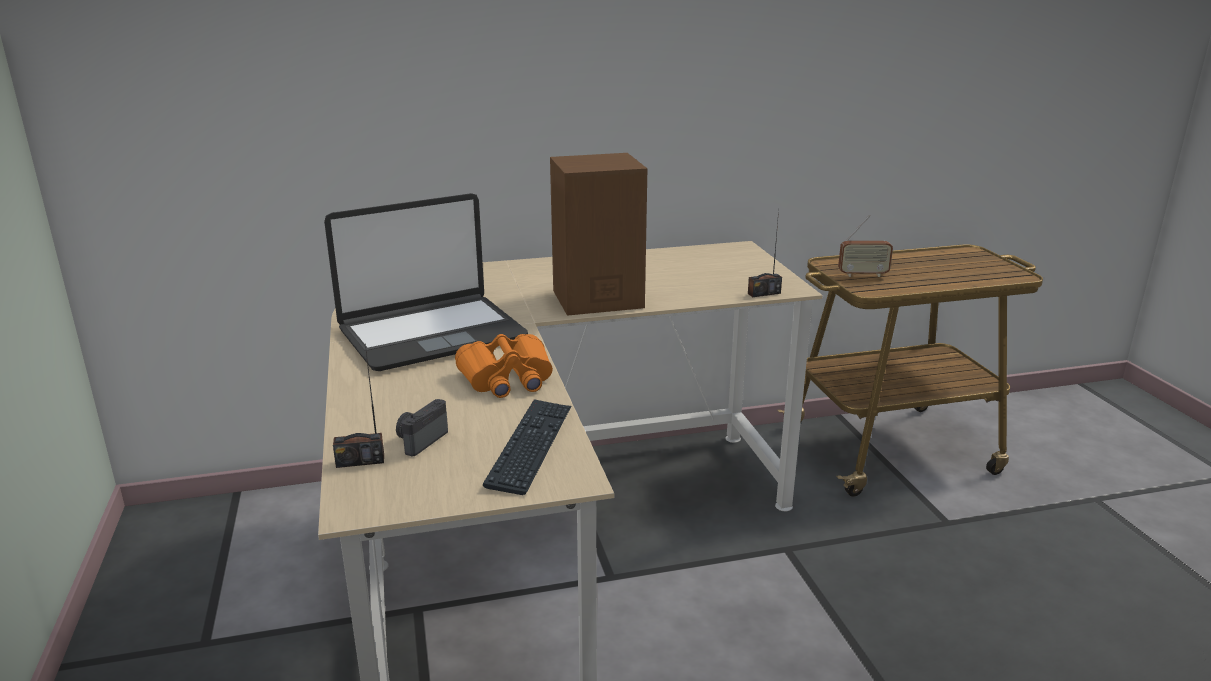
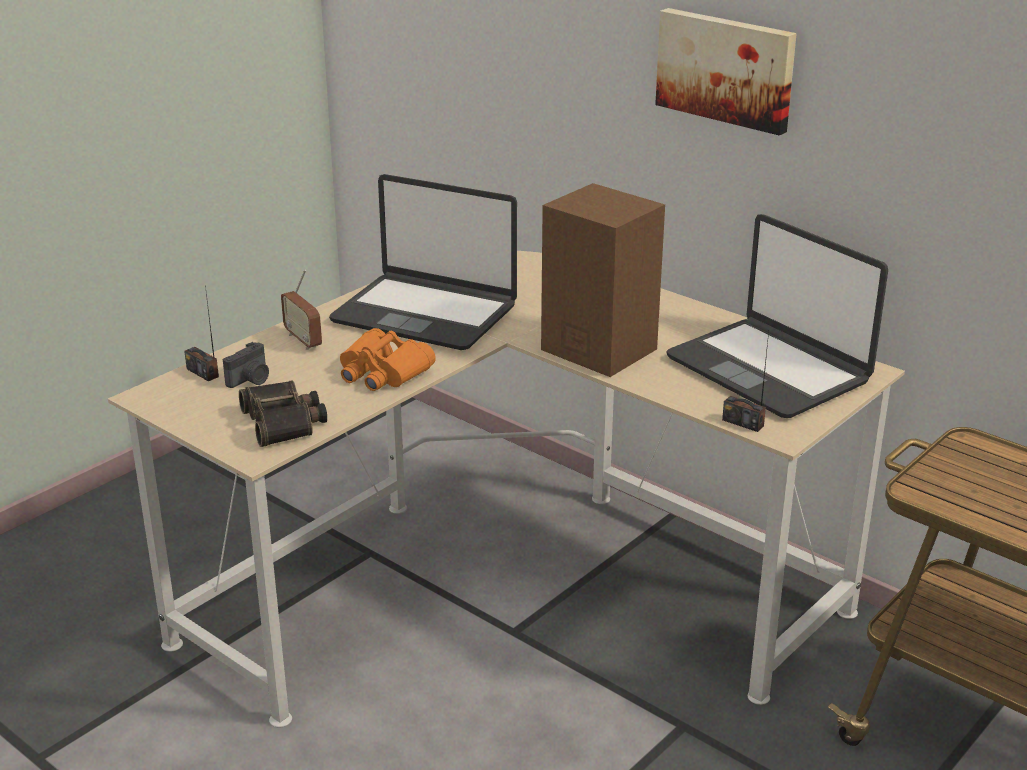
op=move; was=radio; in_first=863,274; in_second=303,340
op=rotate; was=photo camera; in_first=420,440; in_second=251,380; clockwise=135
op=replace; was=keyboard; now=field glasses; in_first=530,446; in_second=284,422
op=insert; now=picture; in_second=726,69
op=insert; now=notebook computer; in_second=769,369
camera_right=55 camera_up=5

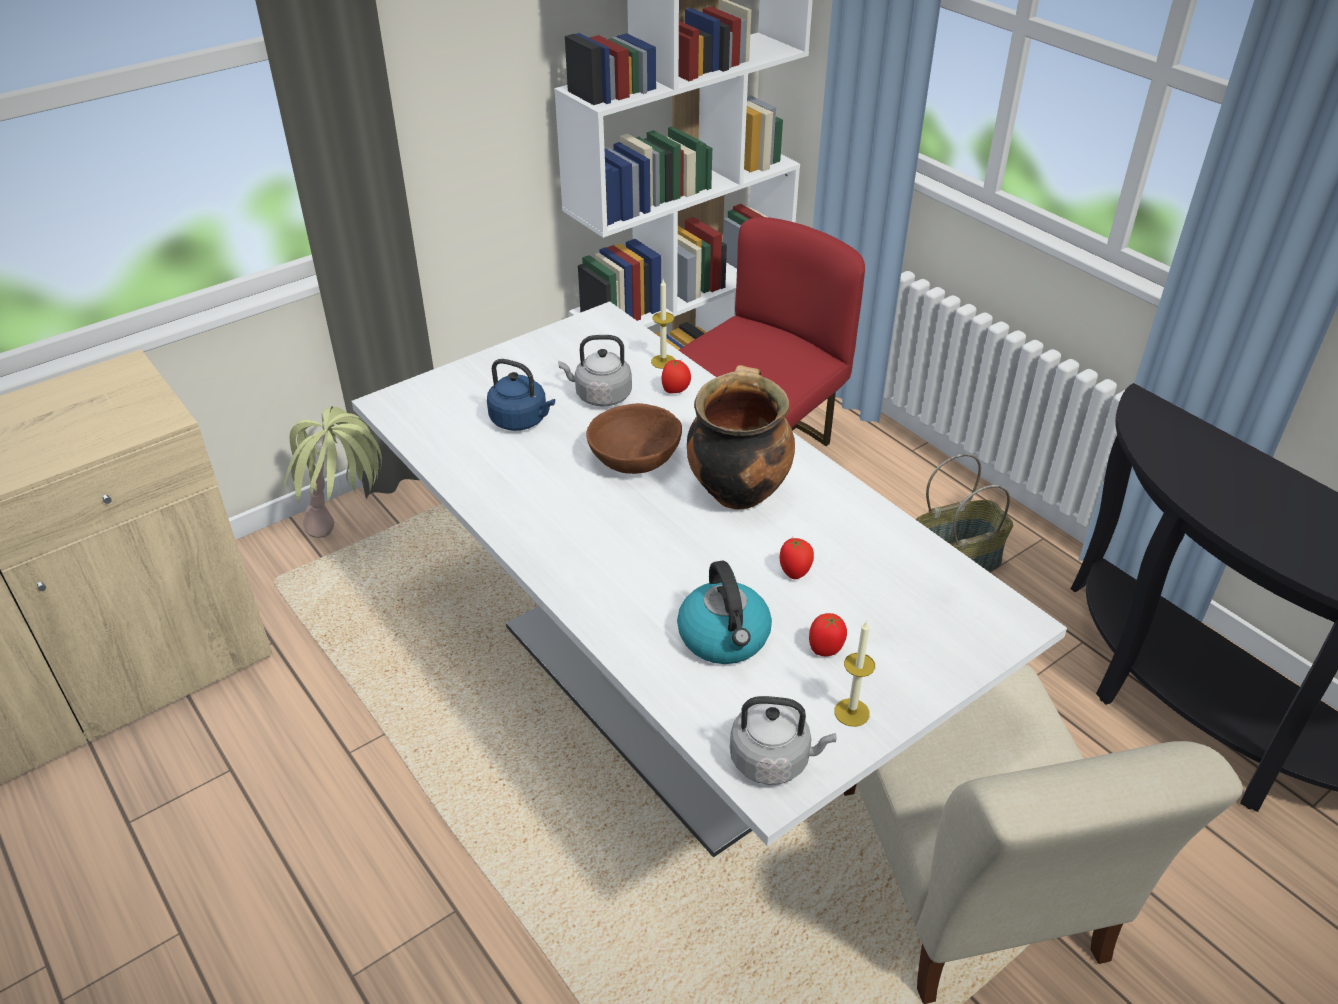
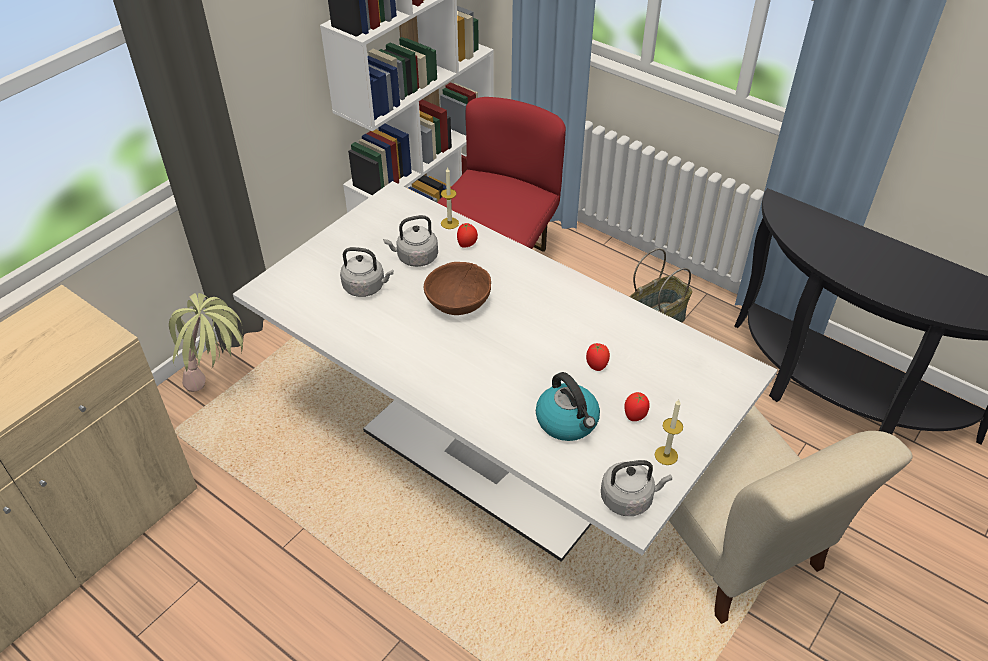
op=recolor; was=bluish tea kettle; now=grey tea kettle; in_first=521,420; in_second=366,287
op=delete; was=stockpot; in_first=737,490
camera_right=-15 camera_up=5

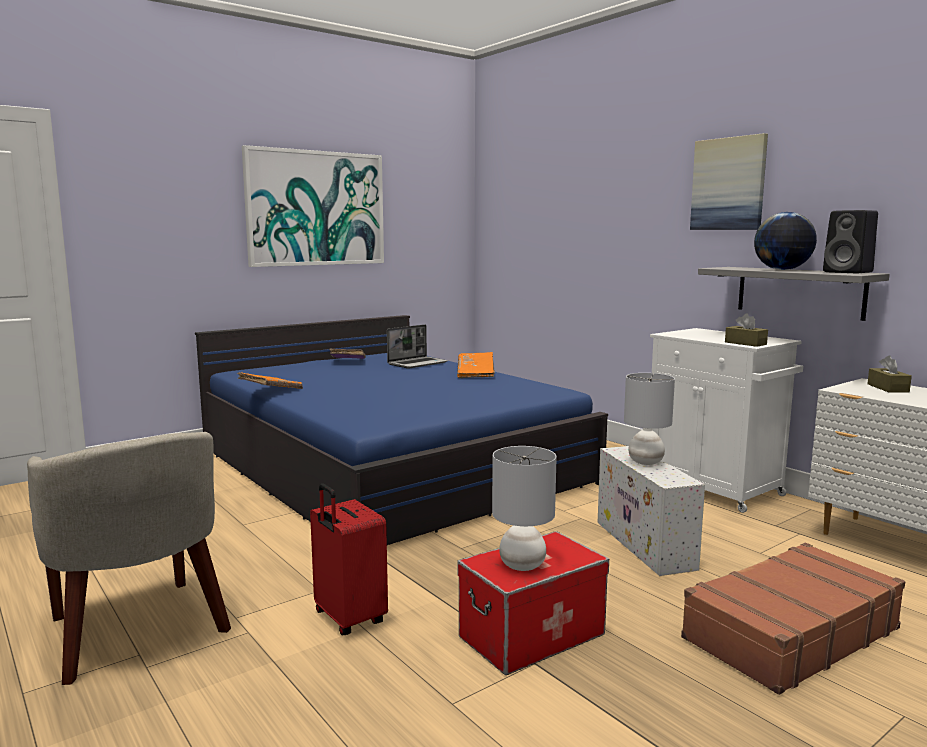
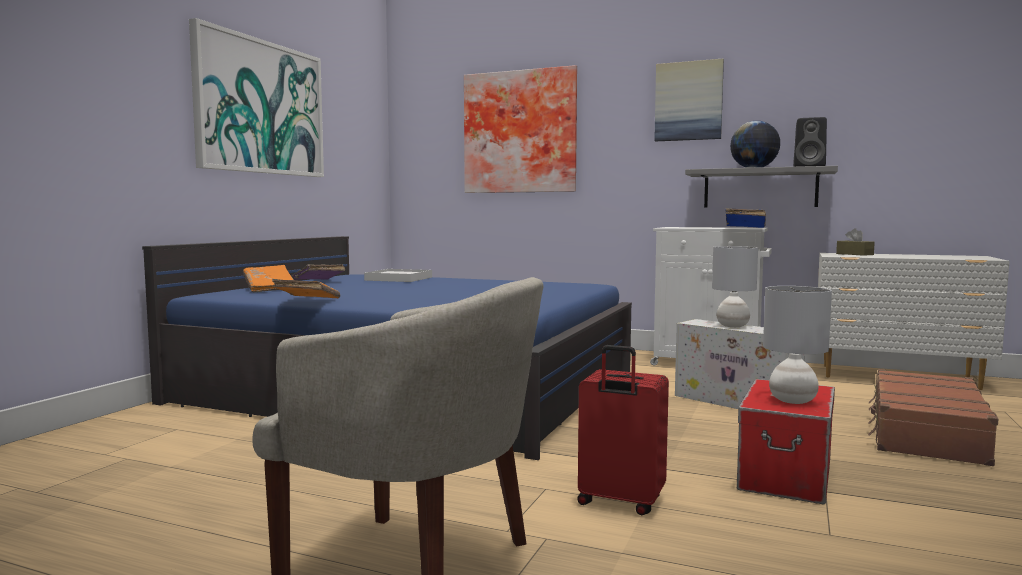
op=replace; was=brownish tissue box; now=bluish bound book; in_first=745,343; in_second=744,228
op=replace; was=notebook computer; now=white-coloured tray; in_first=417,363; in_second=399,279
op=move; was=orange bound book; in_first=475,374; in_second=269,289
op=insert; now=picture; in_second=521,132
camera_right=-30 camera_up=-5

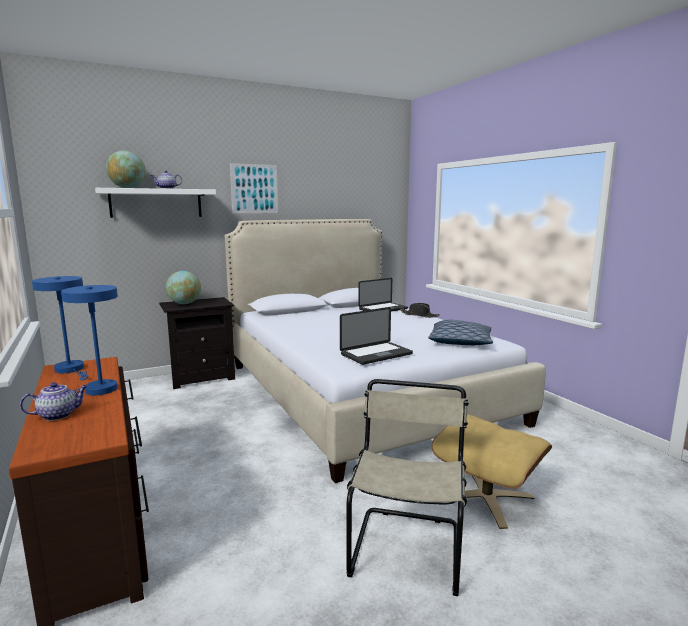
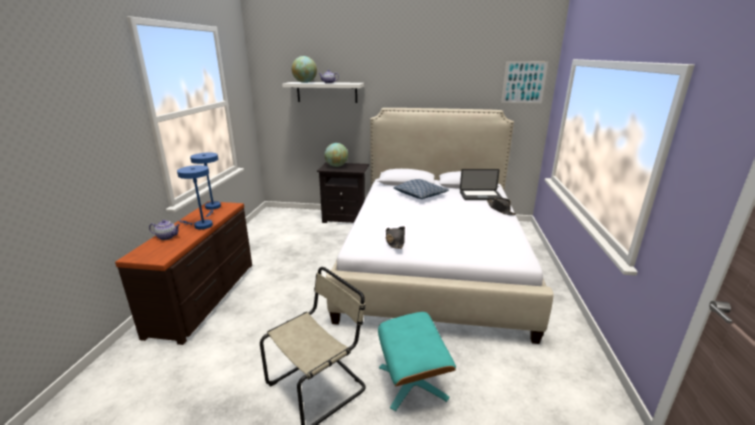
op=move; was=picture; in_first=254,189; in_second=524,82
op=replace; was=notebook computer; now=black wearable hat; in_first=376,354; in_second=395,241
op=move; was=pillow; in_first=460,342; in_second=420,195
op=recolor; was=sand-coloured ottoman; now=blue-green ottoman; in_first=487,497; in_second=413,382
camera_right=35 camera_up=10

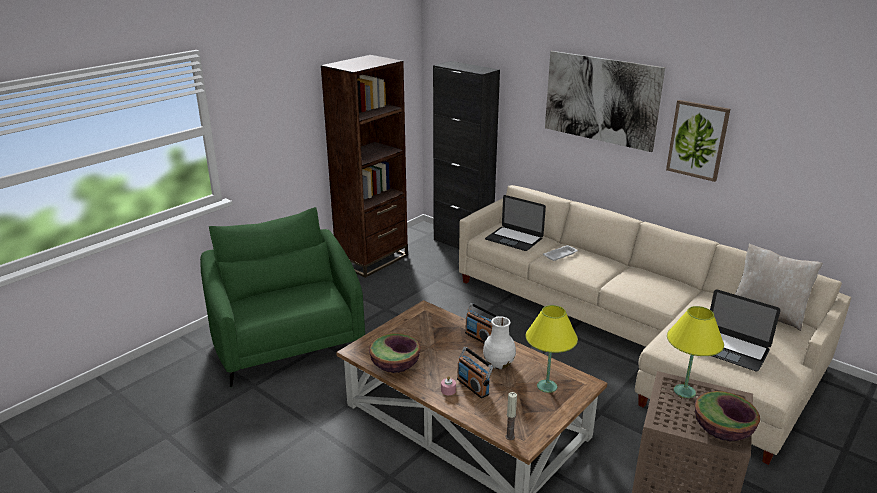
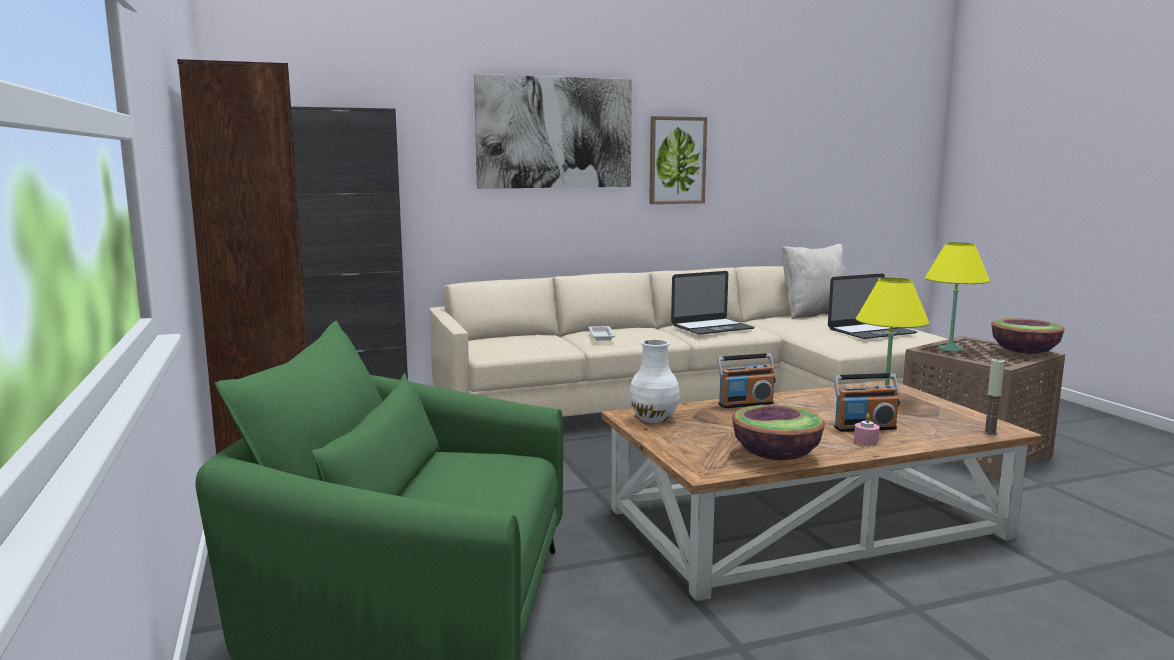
op=move; was=notebook computer; in_first=514,239; in_second=712,327
op=move; was=white-coloured vase; in_first=498,364; in_second=654,419
camera_right=-60 camera_up=-15

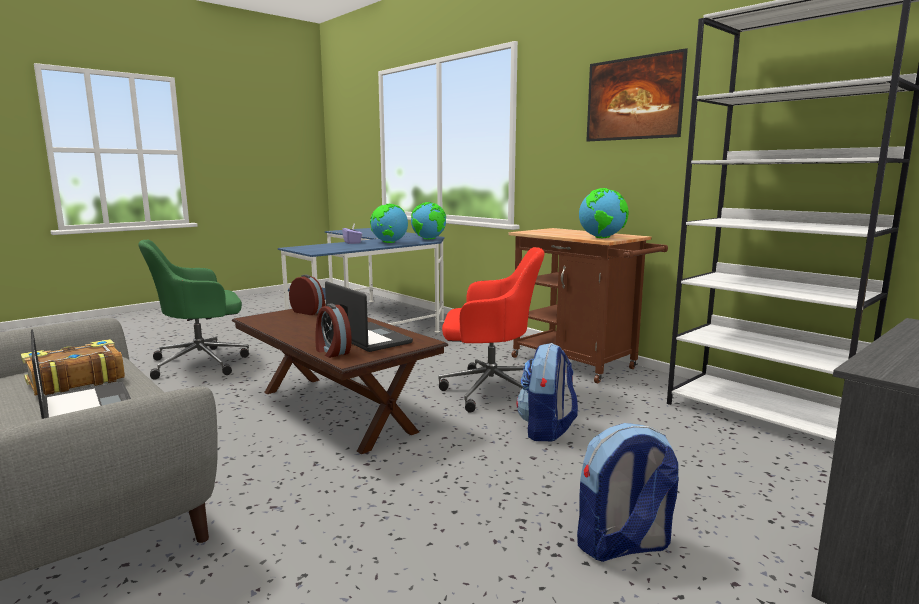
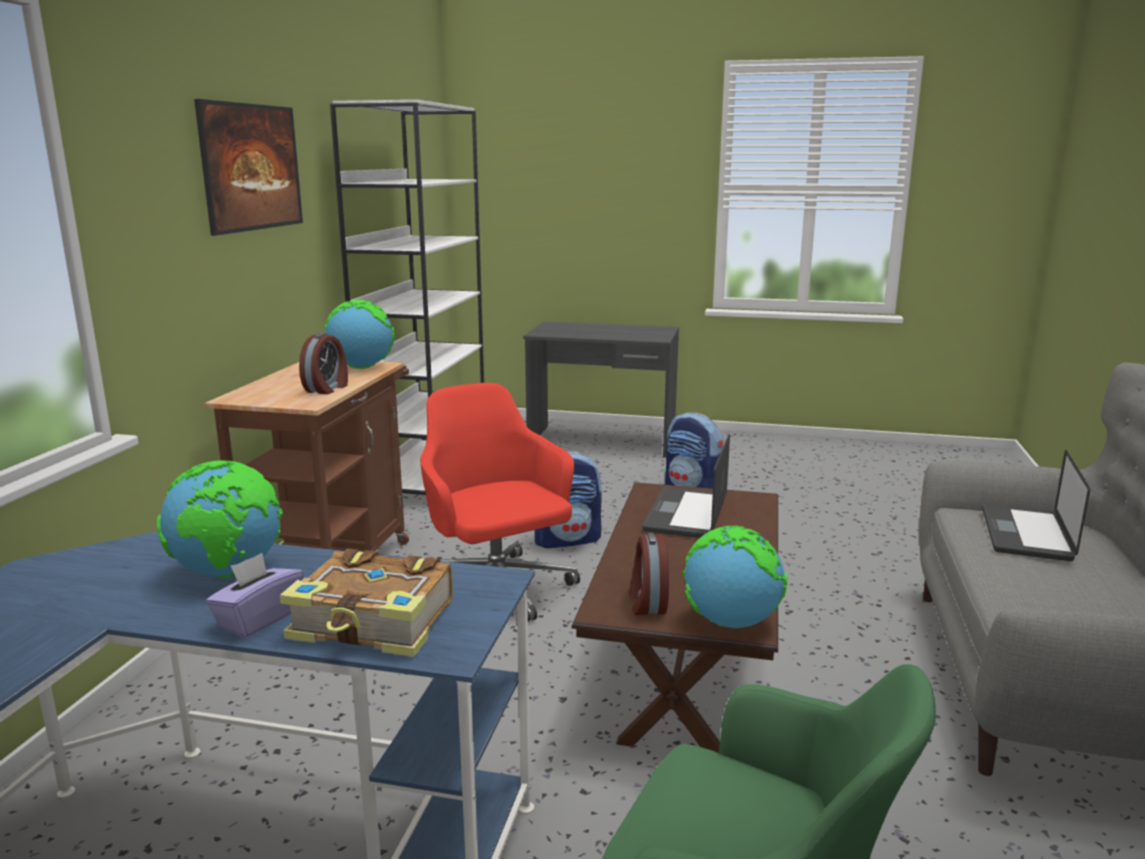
op=move; was=world globe; in_first=429,239; in_second=730,622
op=move; was=bedside clock; in_first=332,352; in_second=327,388
op=move; was=bound book; in_first=75,380; in_second=374,623
camera_right=-125 camera_up=5

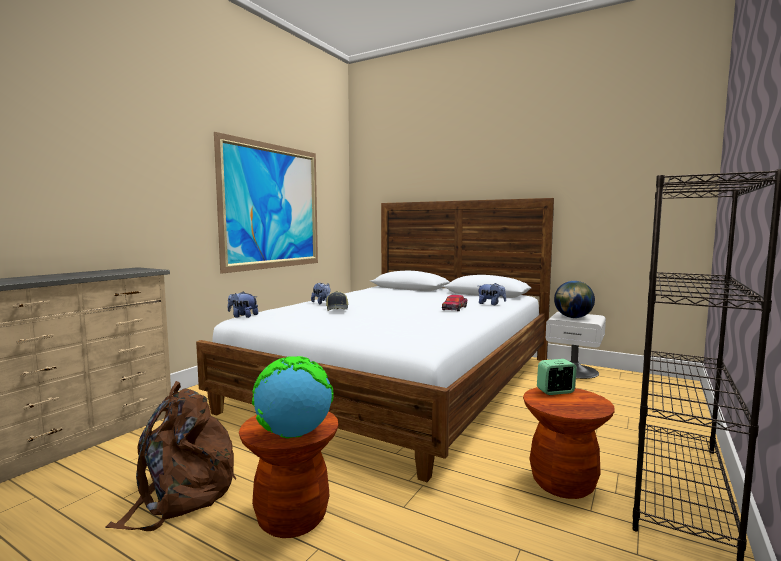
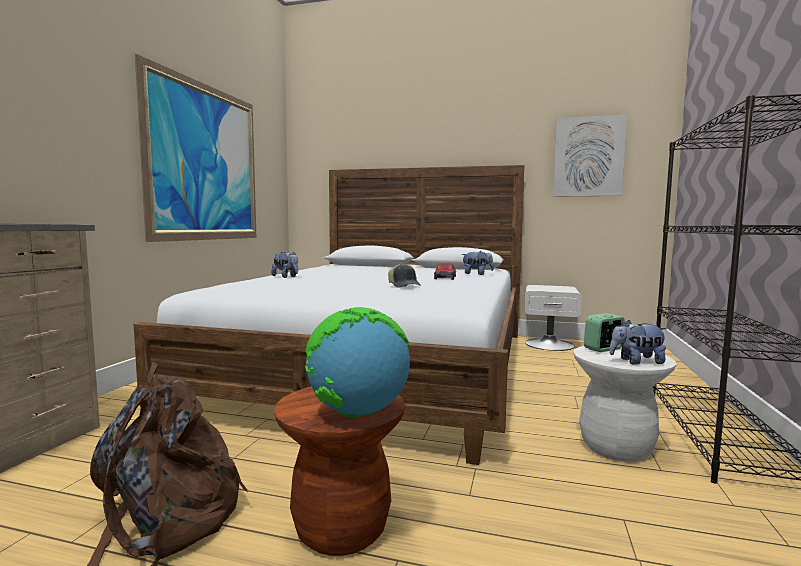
op=delete; was=world globe; in_first=573,317
op=move; was=soft toy; in_first=243,316; in_second=636,362
op=move; was=peaked cap; in_first=337,309; in_second=404,286
op=recolor; was=brownish sitting stool; now=white-coloured sitting stool; in_first=563,483; in_second=616,447
op=insert; now=picture; in_second=588,157
camera_right=-15 camera_up=0

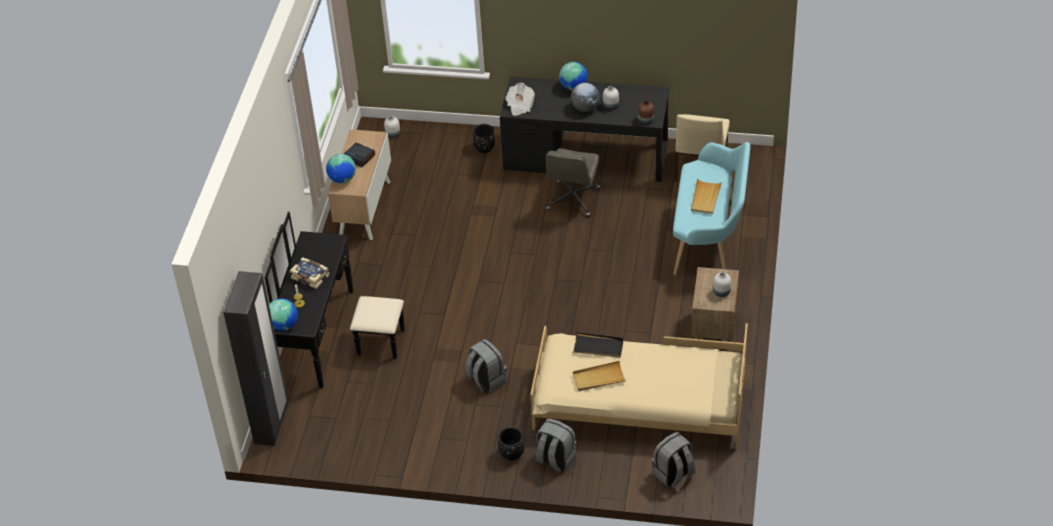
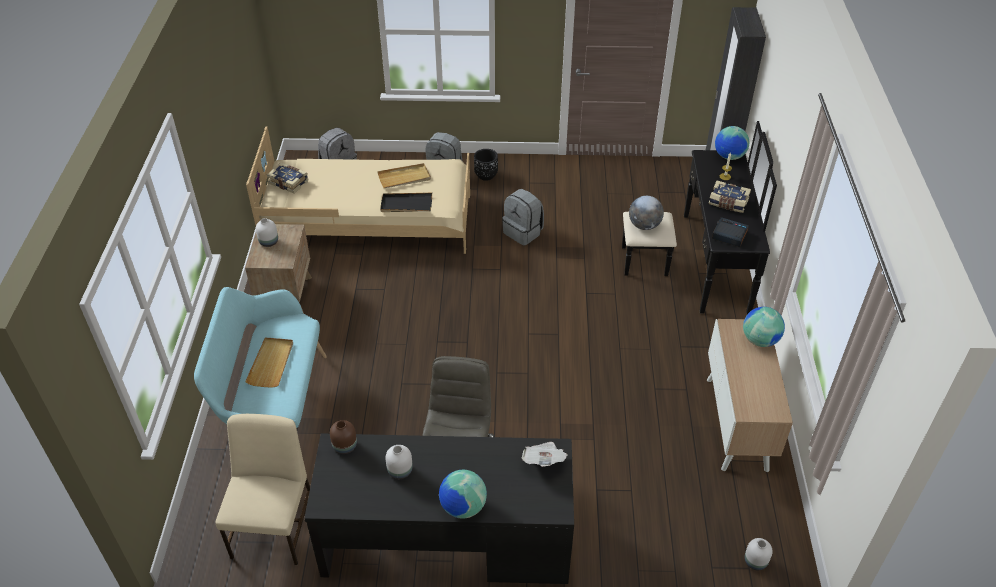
op=move; was=world globe; in_first=585,108; in_second=644,225
op=delete; was=black planter; in_first=484,148
op=move; was=bedside clock; in_first=360,157; in_second=729,235
op=insert; now=bound book; in_second=289,182
camera_right=170 camera_up=0

